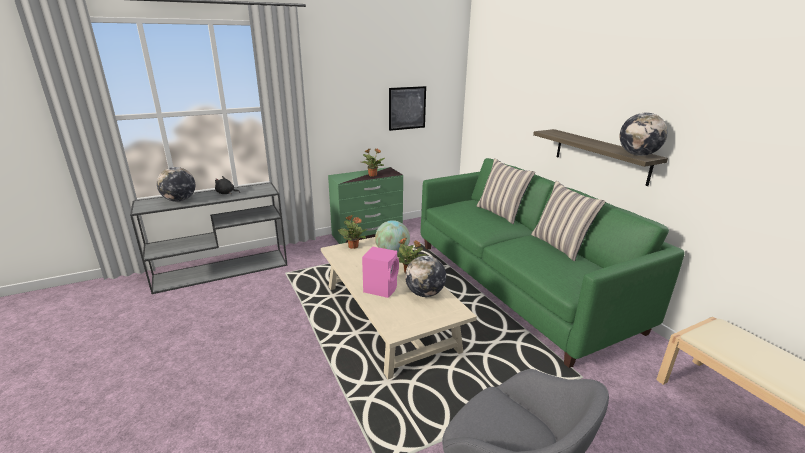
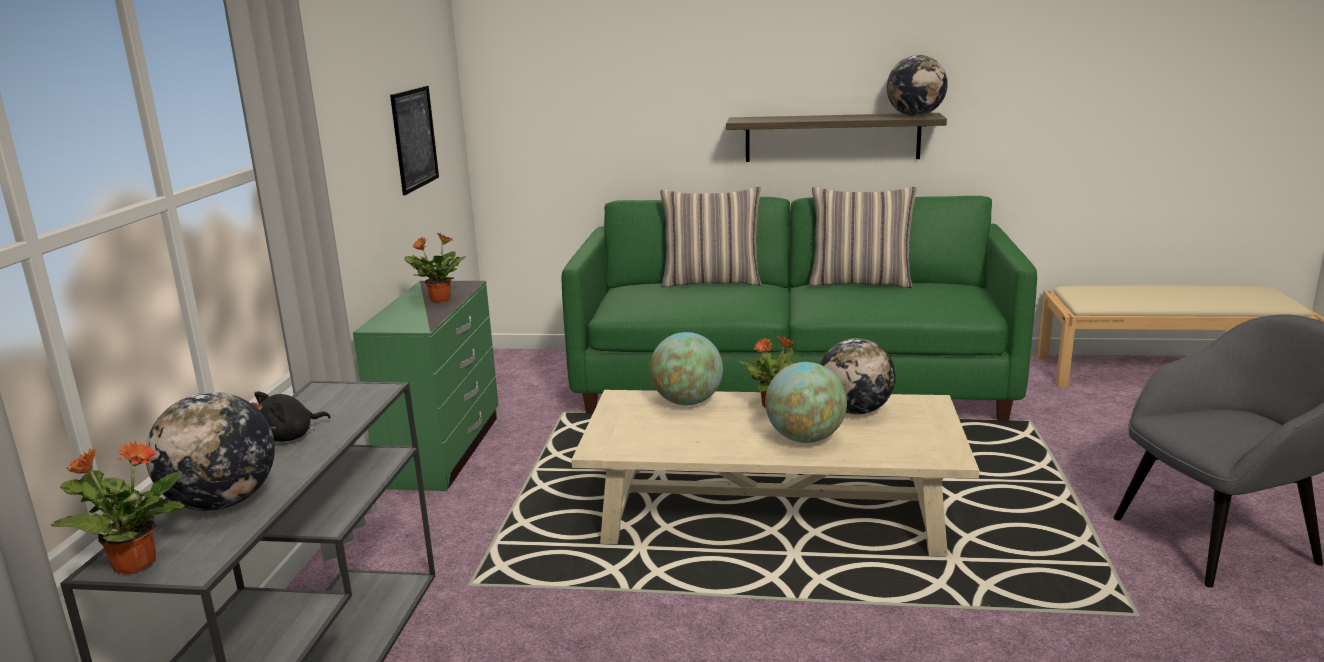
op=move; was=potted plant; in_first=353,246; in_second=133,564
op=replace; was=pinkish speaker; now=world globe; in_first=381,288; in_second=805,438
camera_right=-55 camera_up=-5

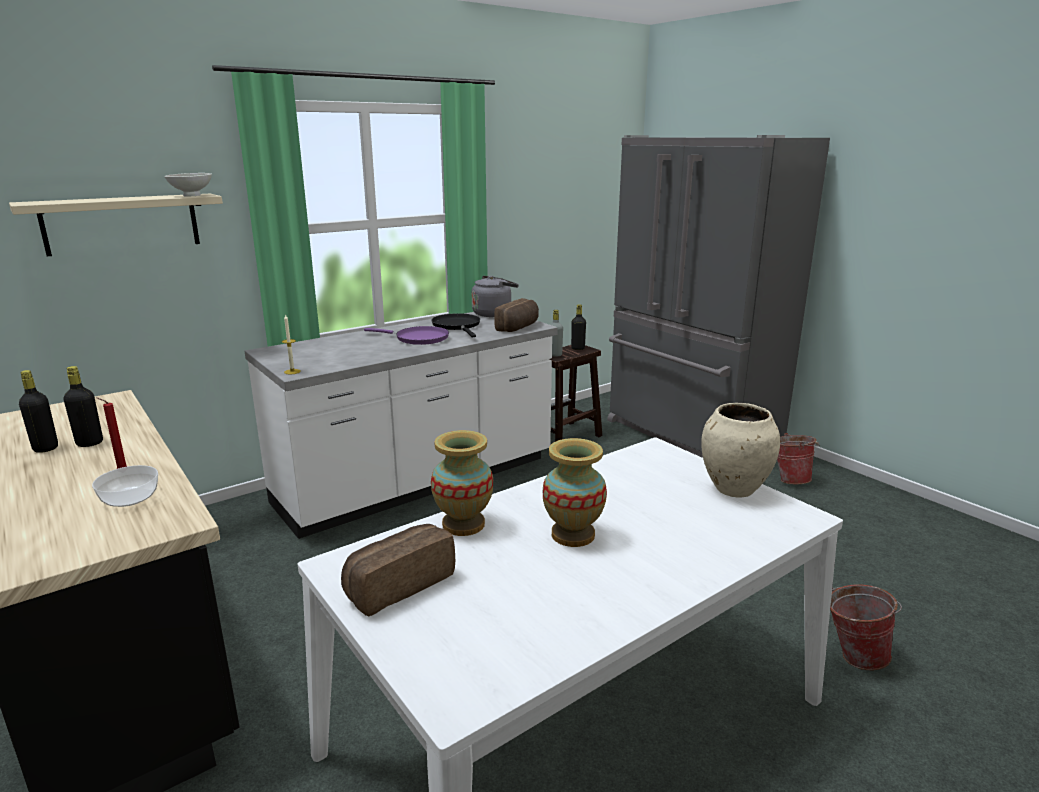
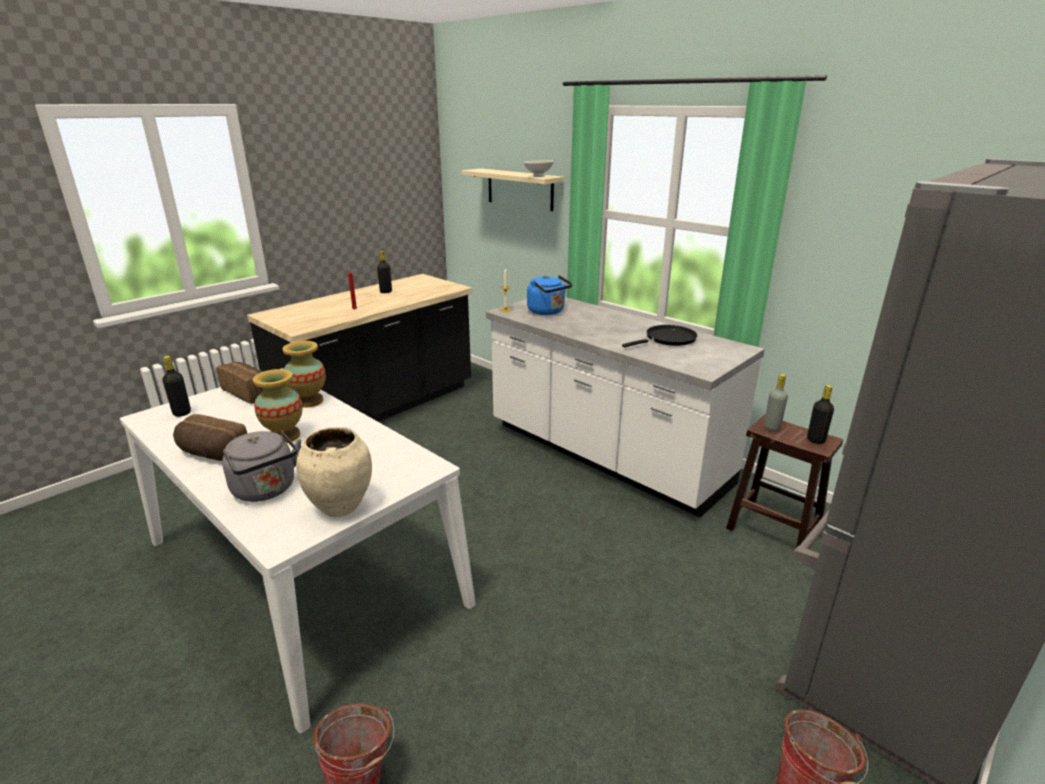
op=move; was=grey tea kettle; in_first=494,313; in_second=266,490
op=move; was=bread; in_first=519,327; in_second=212,454
op=delete; was=purple-coloured pan; in_first=418,338
op=move; was=black beverage bottle; in_first=89,443; in_second=182,413
op=delete; was=deep dish; in_first=131,498
op=insert; now=bluish tea kettle; in_second=548,312
camera_right=80 camera_up=5

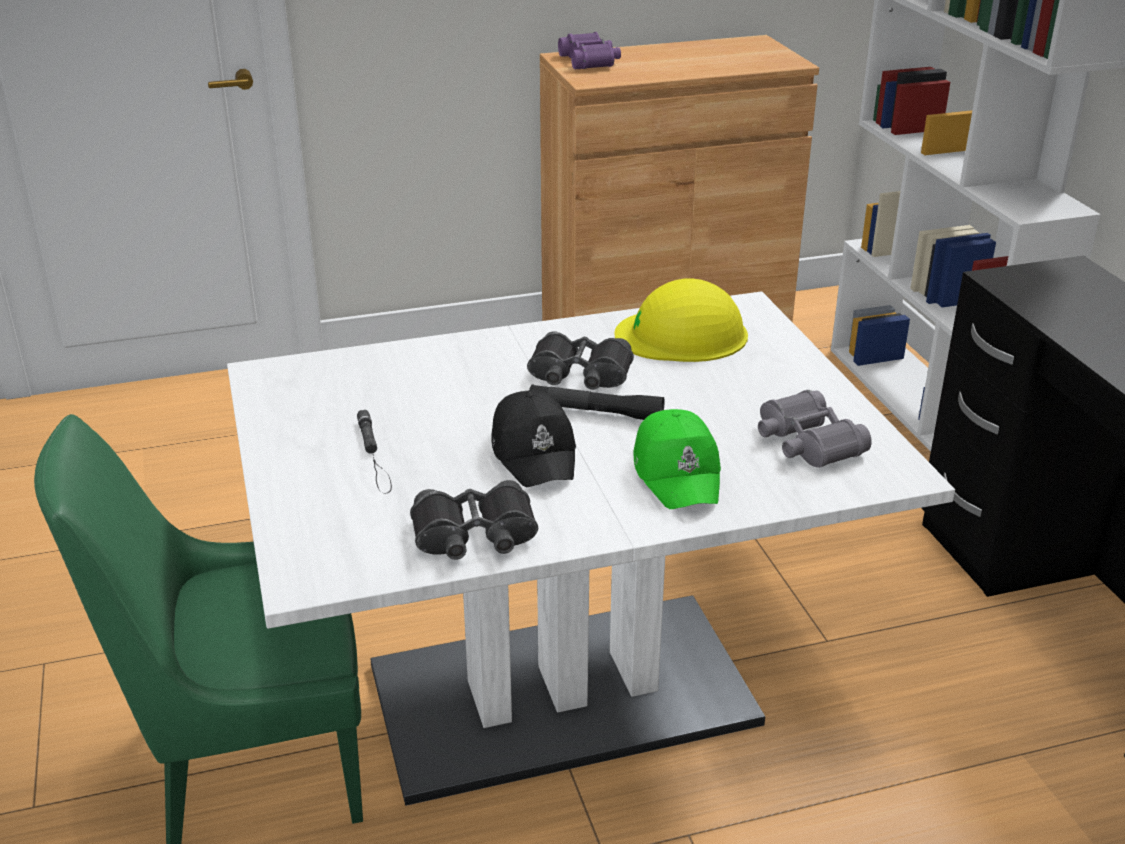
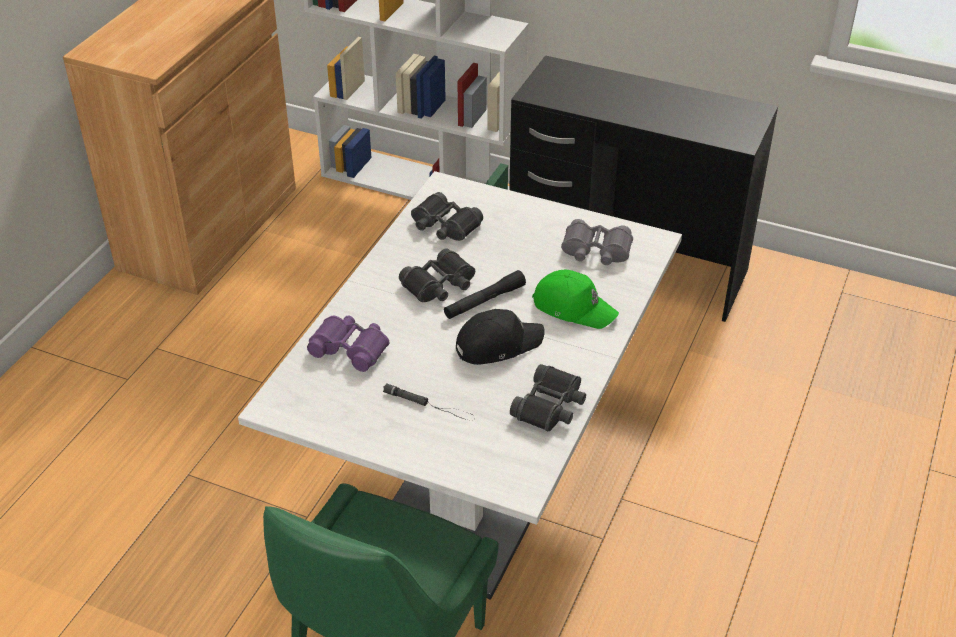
op=move; was=purple-coloured field glasses; in_first=590,61; in_second=350,348
op=replace; was=yellow-coloured safety helmet; now=black field glasses; in_first=682,335; in_second=445,226
op=rotate; was=black peaked cap; in_first=535,452; in_second=497,344; clockwise=-45
camera_right=-50 camera_up=10

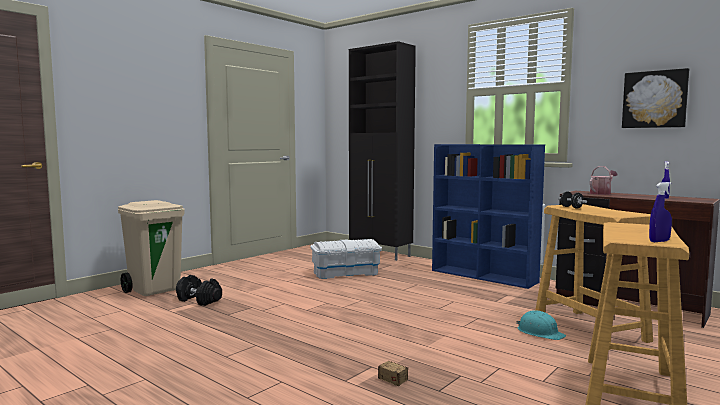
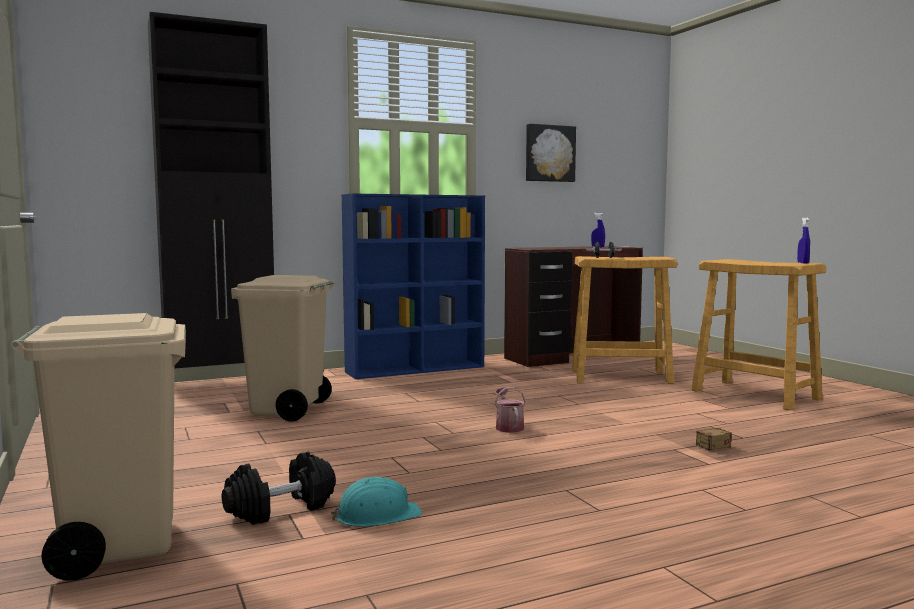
op=move; was=watering can; in_first=601,193; in_second=508,427
op=replace; was=white-coloured storage box; now=sand-coloured rubbish bin; in_first=345,273; in_second=288,410
op=move; was=blue-green safety helmet; in_first=540,332; in_second=377,515
camera_right=-65 camera_up=0

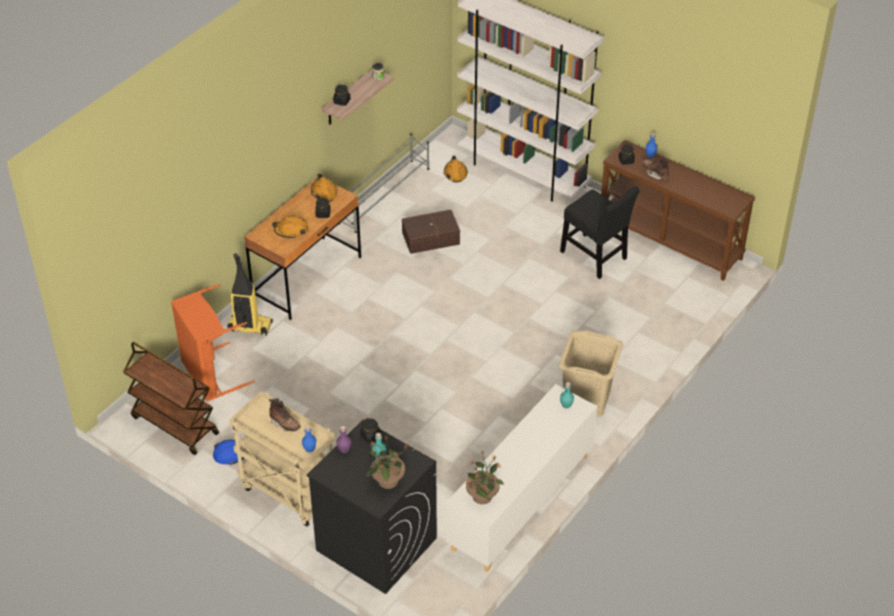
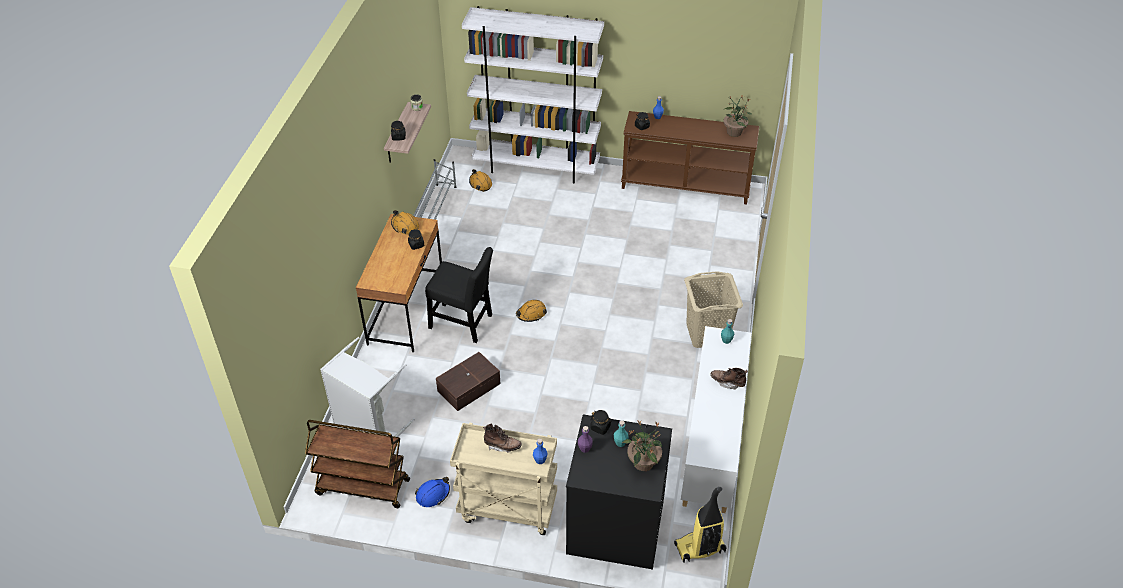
op=move; was=brownish boot; in_first=655,173; in_second=727,382
op=move; was=black chair; in_first=595,257; in_second=463,323
op=move; was=brownish storage box; in_first=430,238; in_second=468,387
op=move; was=orange safety helmet; in_first=291,230; in_second=531,314
op=move; was=hoover; in_first=249,327; in_second=699,549
op=recolor; was=orange washing basket; now=grey washing basket; in_first=210,375; in_second=368,428
op=move; was=potted plant; in_first=483,496; in_second=734,132
camera_right=-25 camera_up=0

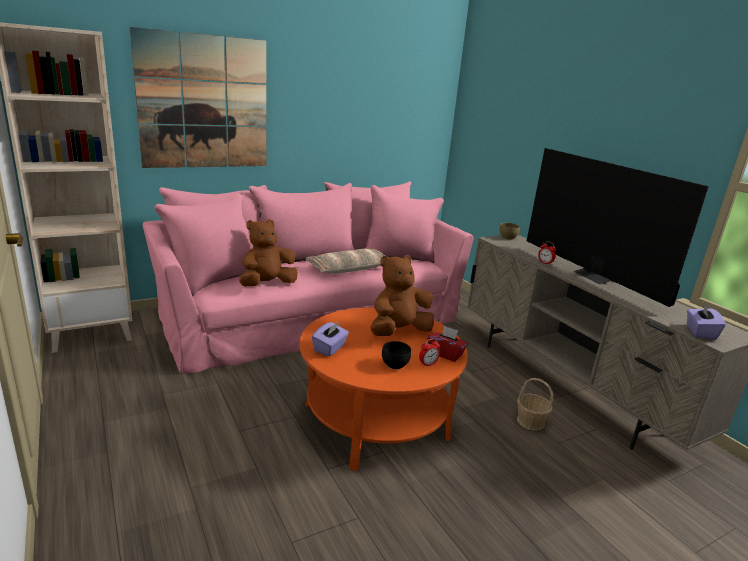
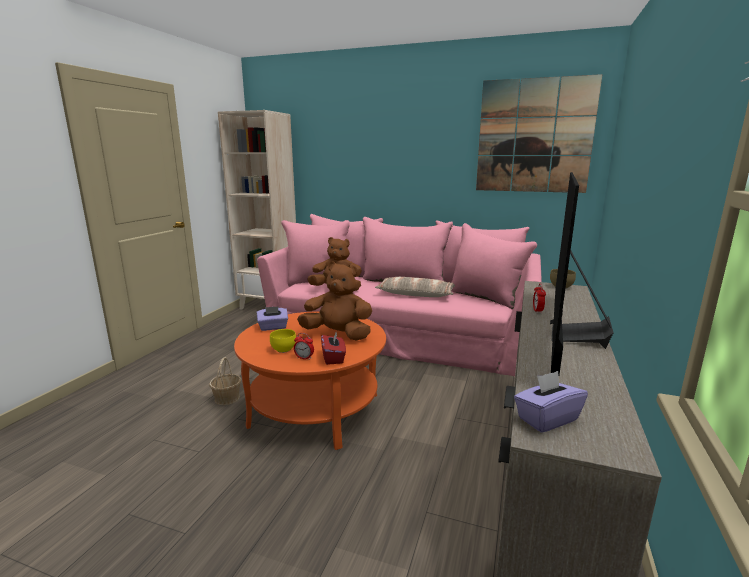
op=move; was=picture; in_first=204,103; in_second=534,136
op=recolor; was=black deep dish; now=yellow-coloured deep dish; in_first=394,364; in_second=284,349
op=move; was=storage basket; in_first=530,421; in_second=227,398
camera_right=50 camera_up=-5

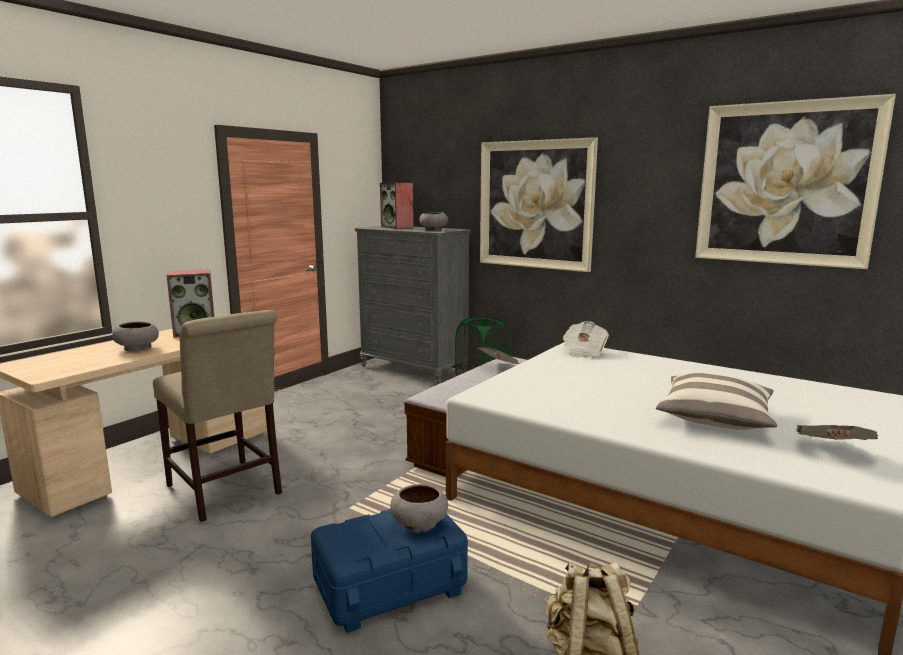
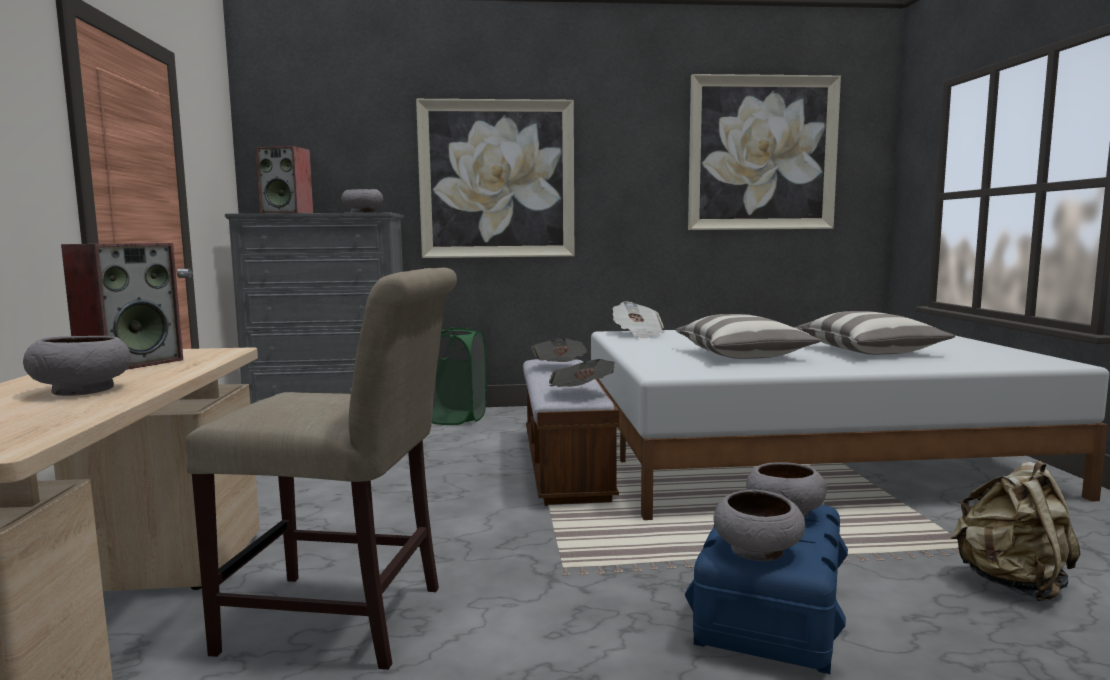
op=move; was=daily paper; in_first=832,451; in_second=581,393
op=insert; now=pillow; in_second=742,355
op=insert; now=grey deep dish; in_second=758,551
camera_right=-40 camera_up=-5

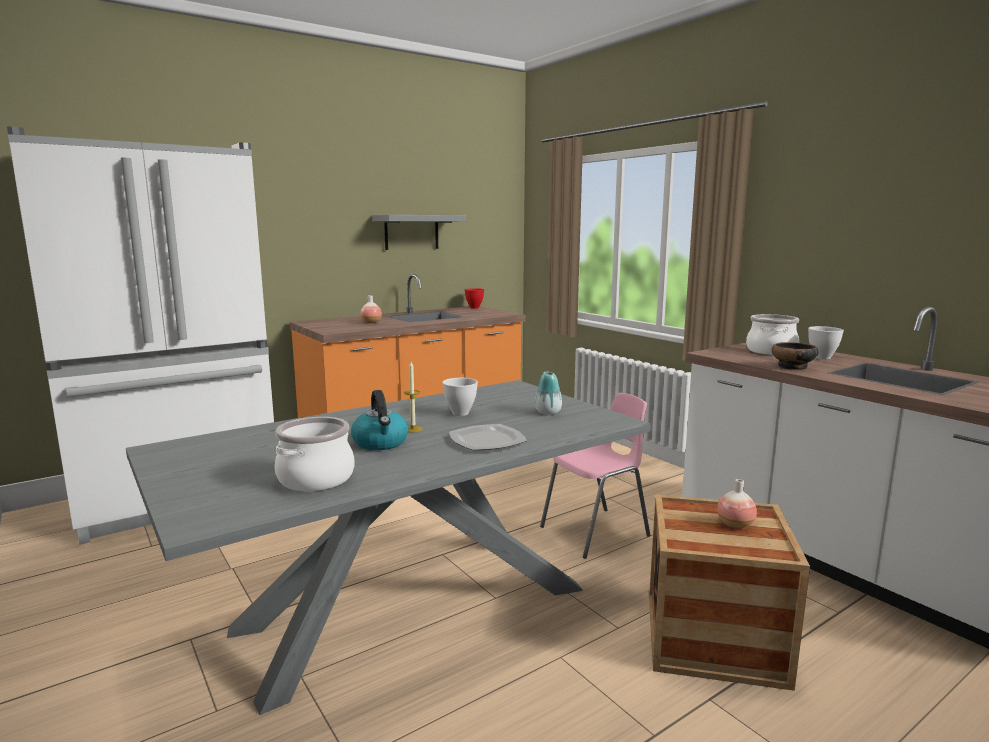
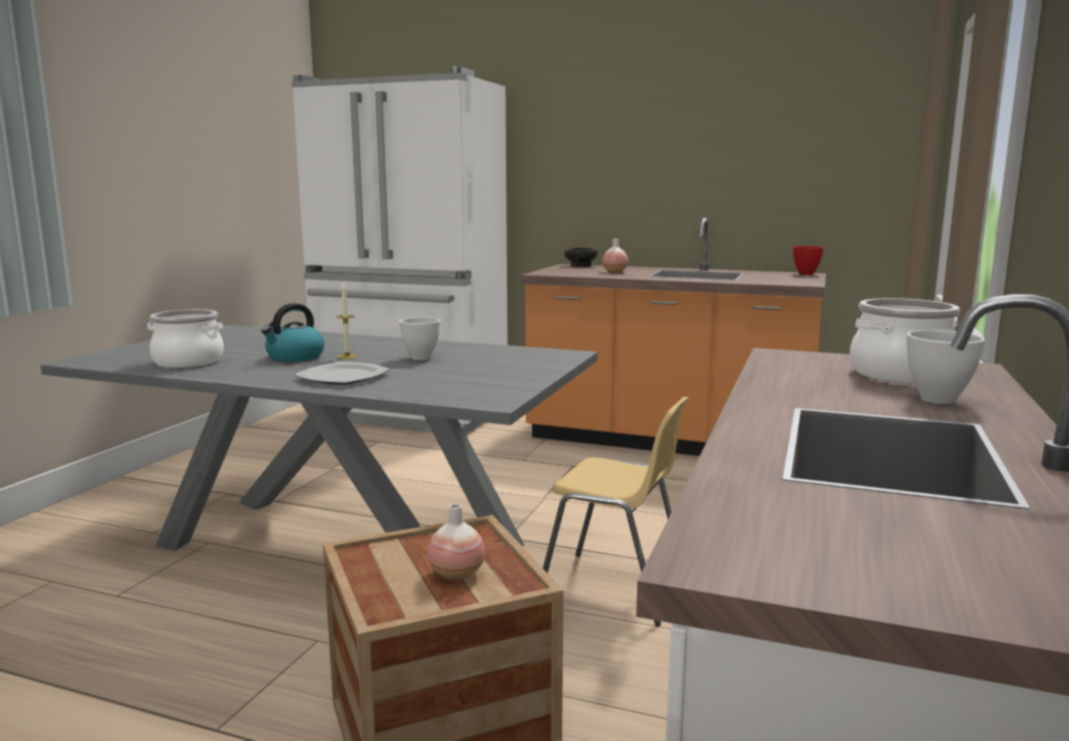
op=delete; was=grey wall shelf; in_first=411,232
op=move; was=deep dish; in_first=792,367; in_second=580,266
op=delete; was=vase; in_first=548,413
op=recolor; was=pinkish chair; now=yellow-coloured chair; in_first=596,532; in_second=615,589
camera_right=55 camera_up=0

